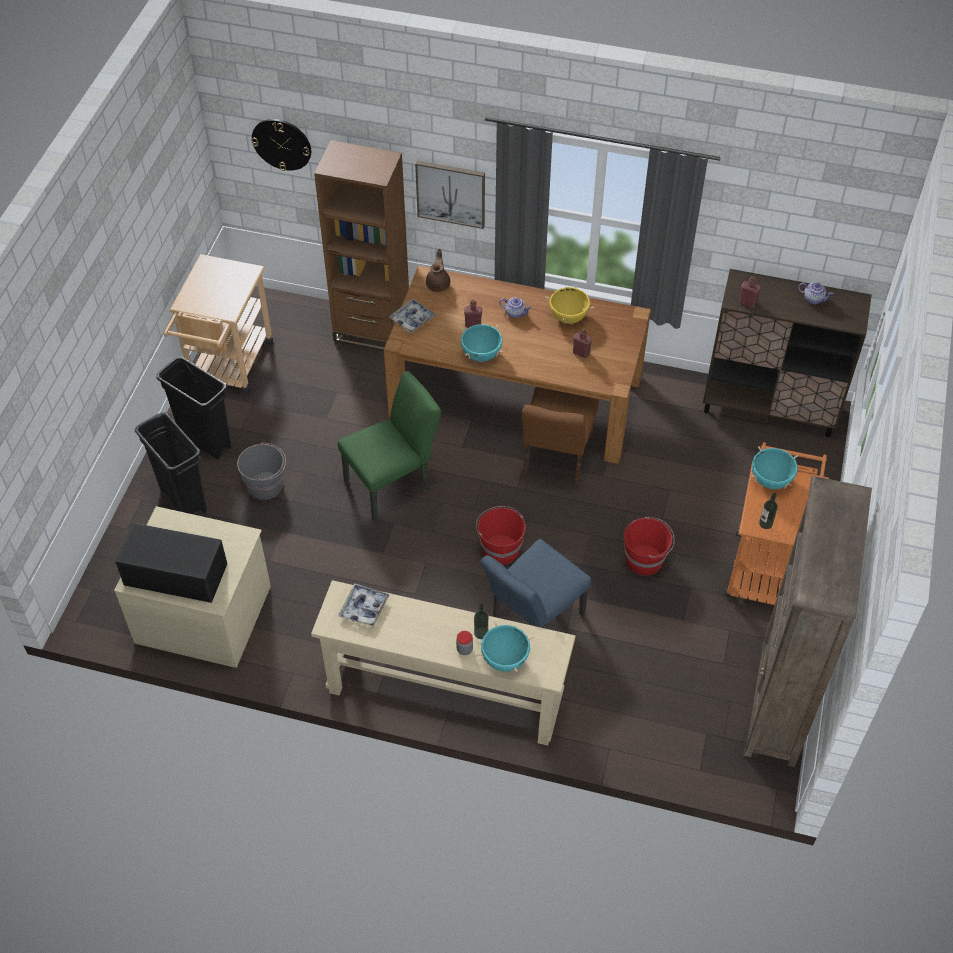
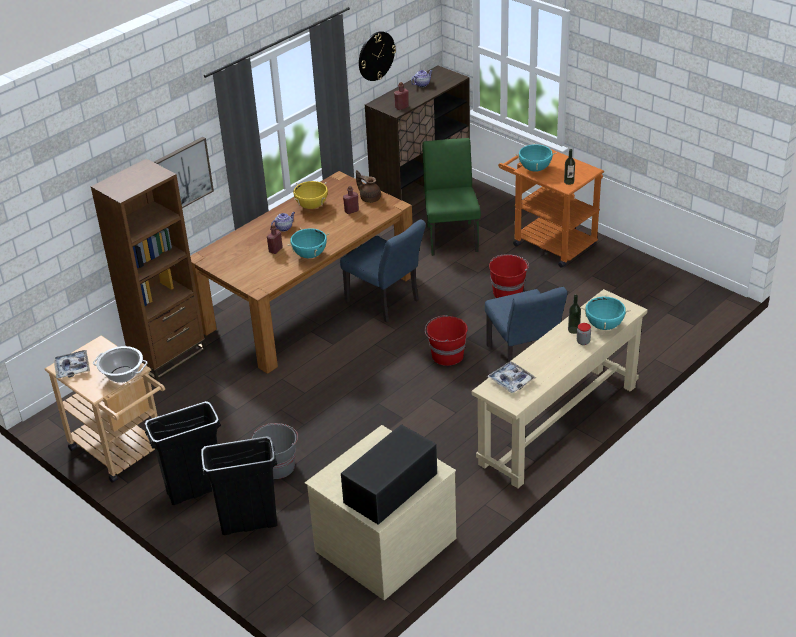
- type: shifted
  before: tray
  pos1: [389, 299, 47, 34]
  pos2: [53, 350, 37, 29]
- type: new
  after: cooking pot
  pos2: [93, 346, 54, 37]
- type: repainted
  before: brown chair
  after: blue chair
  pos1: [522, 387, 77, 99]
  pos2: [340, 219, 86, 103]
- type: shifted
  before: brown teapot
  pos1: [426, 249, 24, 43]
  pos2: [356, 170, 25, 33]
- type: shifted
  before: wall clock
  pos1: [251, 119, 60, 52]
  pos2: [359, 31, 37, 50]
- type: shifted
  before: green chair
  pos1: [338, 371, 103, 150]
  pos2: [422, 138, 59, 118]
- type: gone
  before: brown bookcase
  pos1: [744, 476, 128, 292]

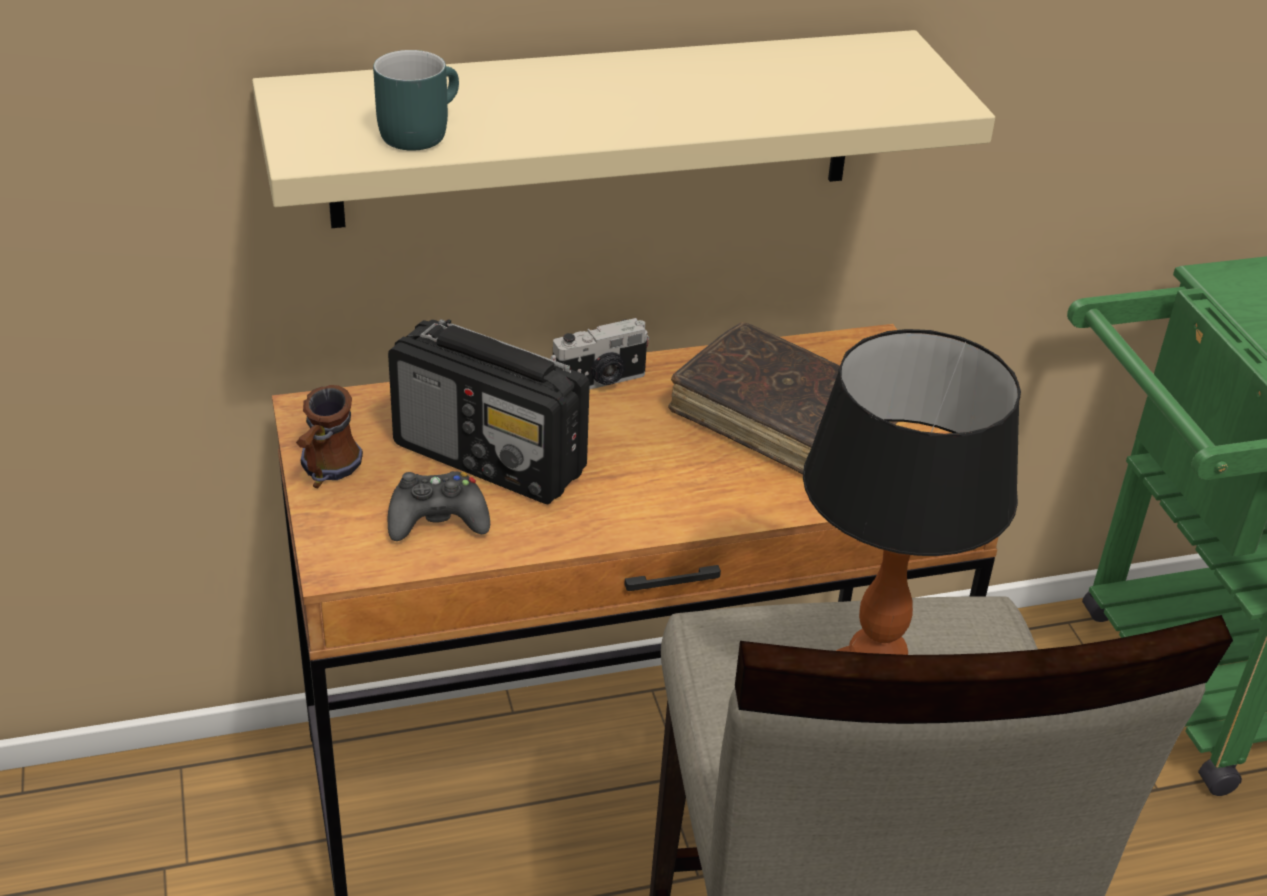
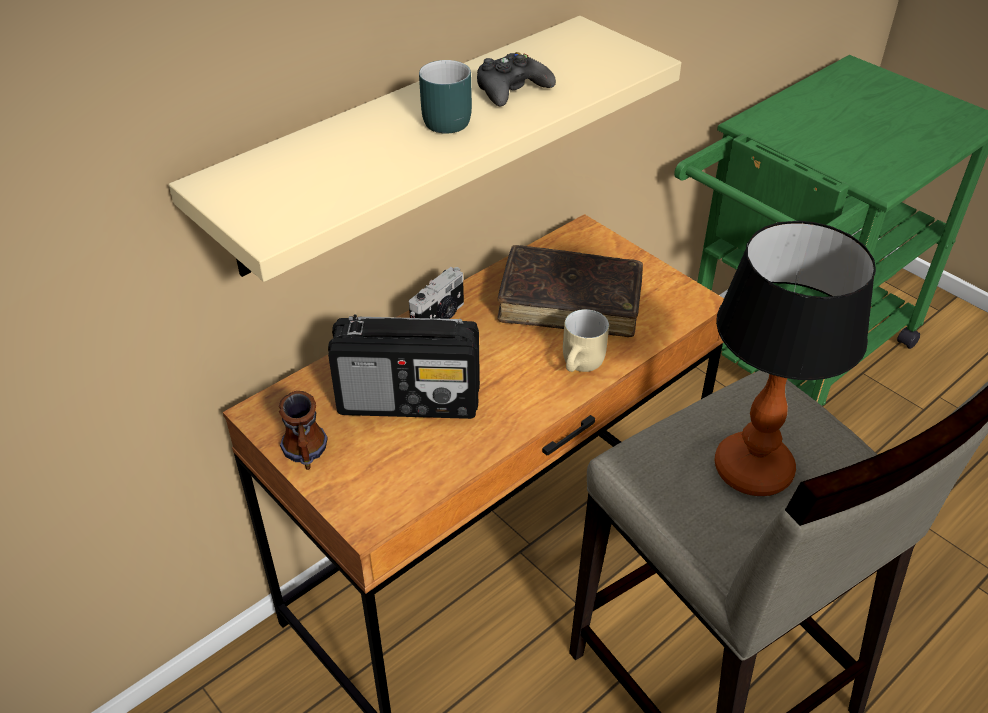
- type: shifted
  before: turquoise mug
  pos1: [373, 50, 86, 101]
  pos2: [419, 60, 53, 74]
- type: shifted
  before: black game controller
  pos1: [388, 471, 102, 70]
  pos2: [477, 52, 79, 55]
- type: new
  after: beige mug
  pos2: [563, 309, 46, 63]

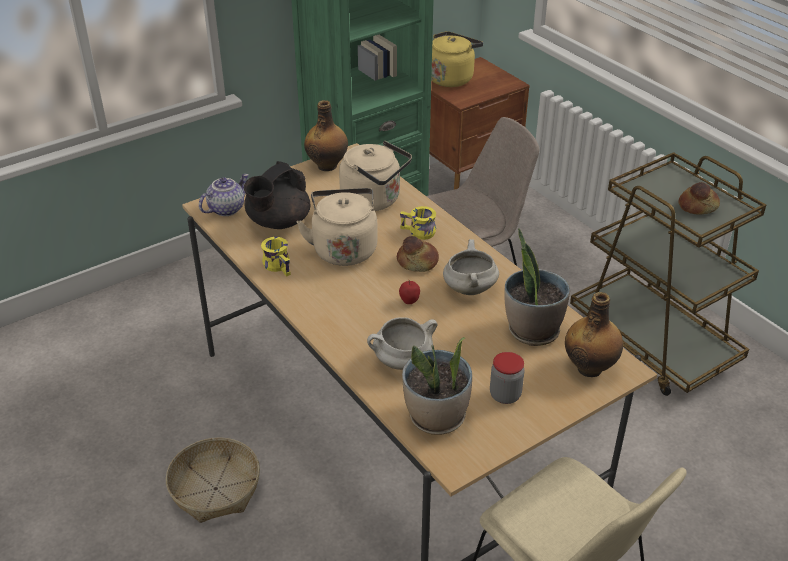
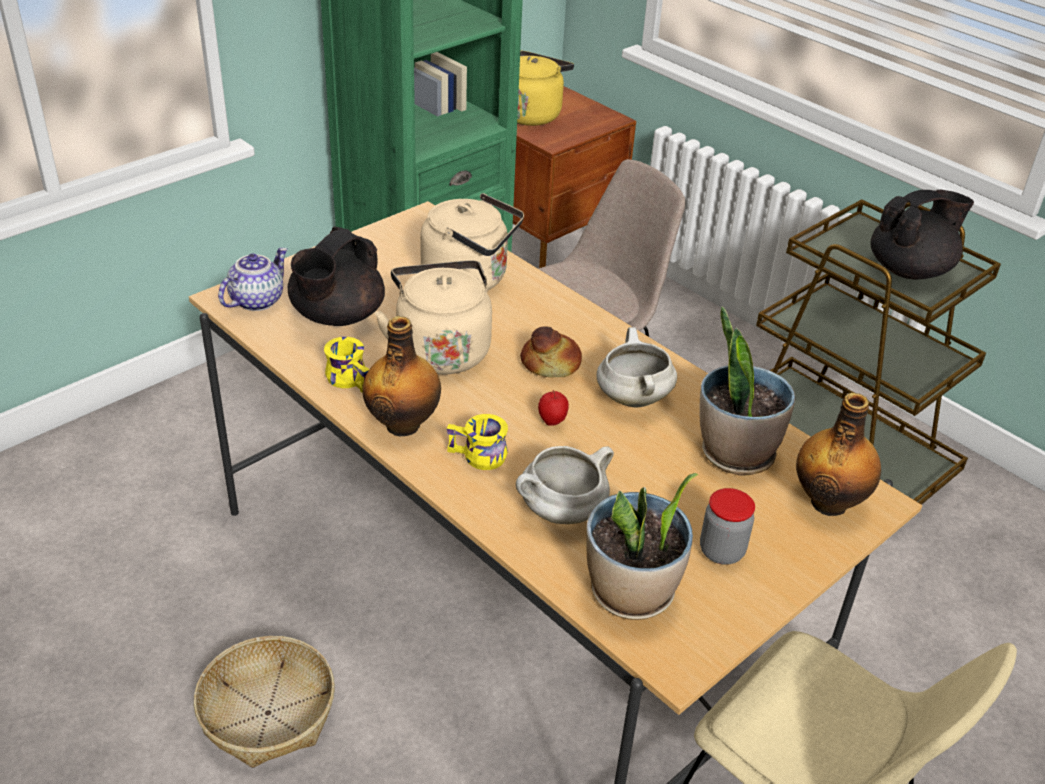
- type: shifted
  before: bottle
  pos1: [304, 100, 44, 71]
  pos2: [362, 316, 79, 120]
- type: shifted
  before: yellow mug
  pos1: [400, 206, 36, 34]
  pos2: [446, 414, 62, 56]
- type: swapped
  before: bread
  after: black teapot
  pos1: [678, 182, 42, 33]
  pos2: [871, 190, 103, 89]

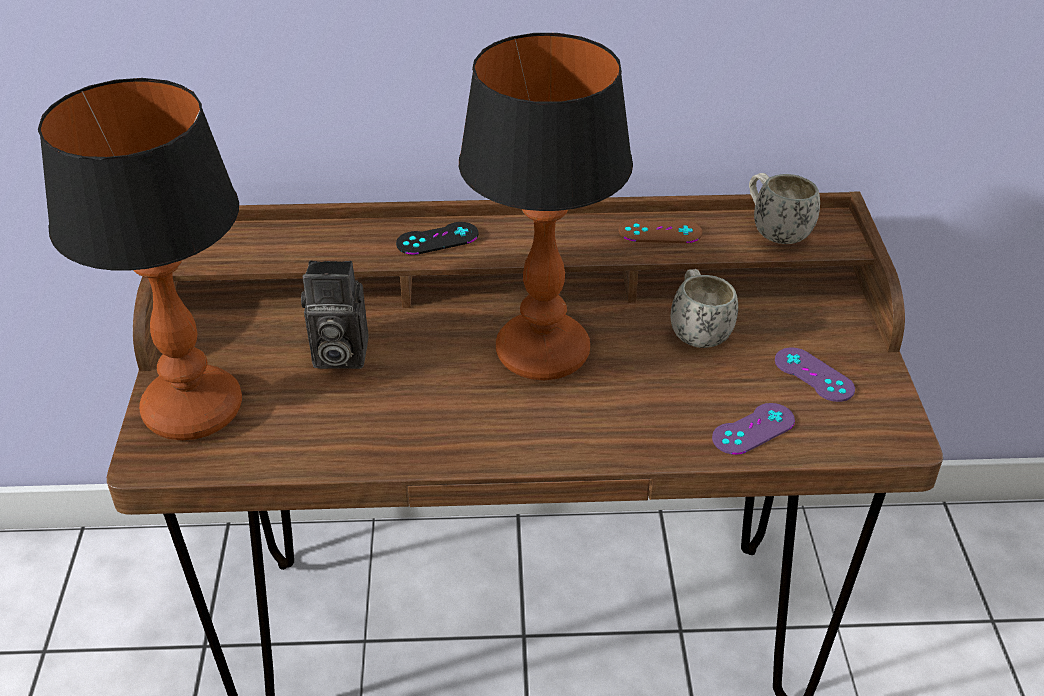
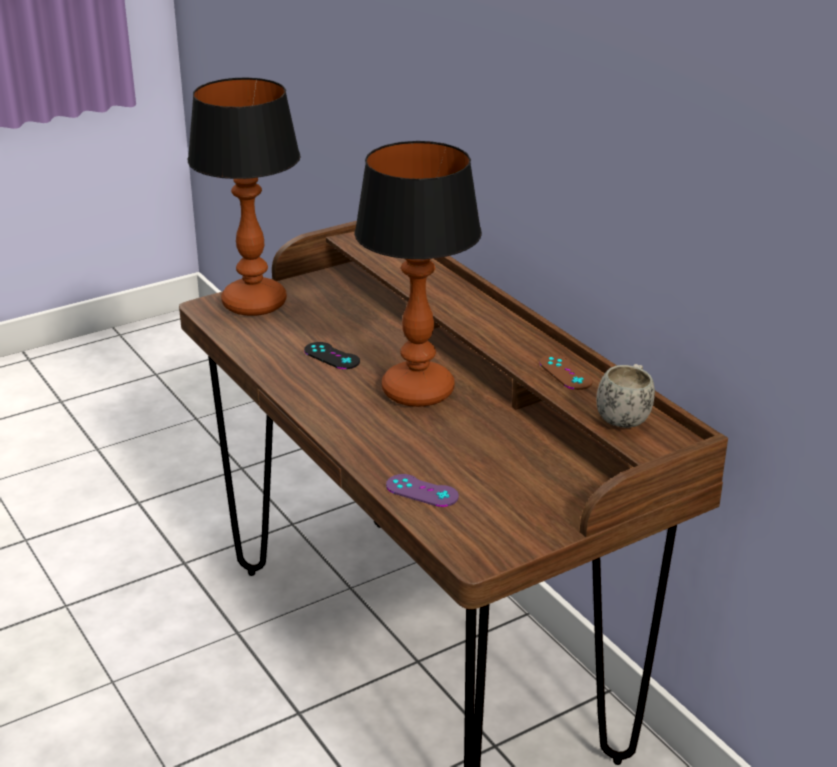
- type: shifted
  before: black game controller
  pos1: [396, 222, 82, 33]
  pos2: [304, 342, 56, 27]
- type: gone
  before: photo camera
  pos1: [301, 261, 68, 108]
- type: gone
  before: white mug
  pos1: [670, 269, 68, 79]
- type: gone
  before: purple game controller
  pos1: [775, 347, 80, 55]

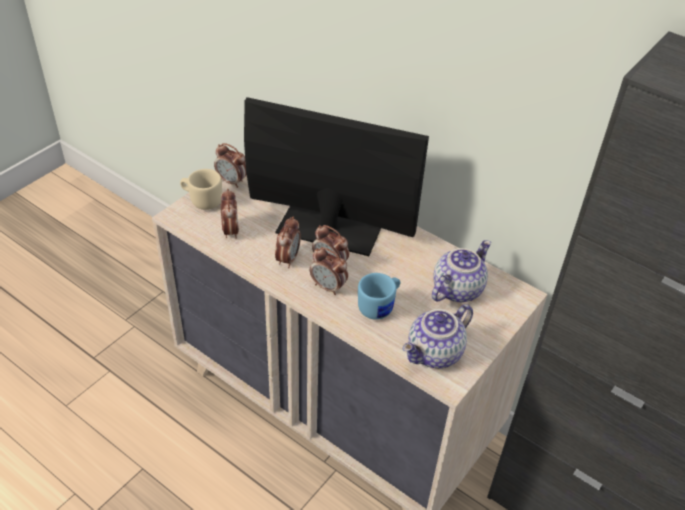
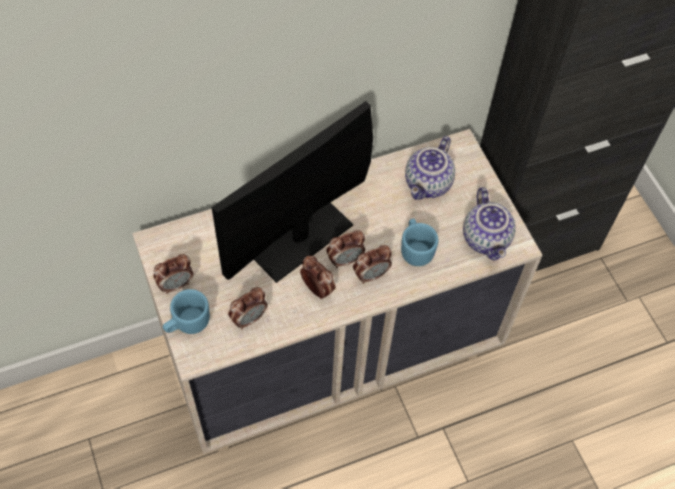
- type: repainted
  before: beige mug
  after: blue mug
  pos1: [180, 169, 42, 41]
  pos2: [163, 289, 47, 45]
- type: rotated
  before: alarm clock
  pos1: [220, 189, 19, 50]
  pos2: [228, 287, 40, 42]
  turn: 120
- type: rotated
  before: teapot
  pos1: [432, 240, 59, 62]
  pos2: [405, 136, 50, 64]
  turn: -135

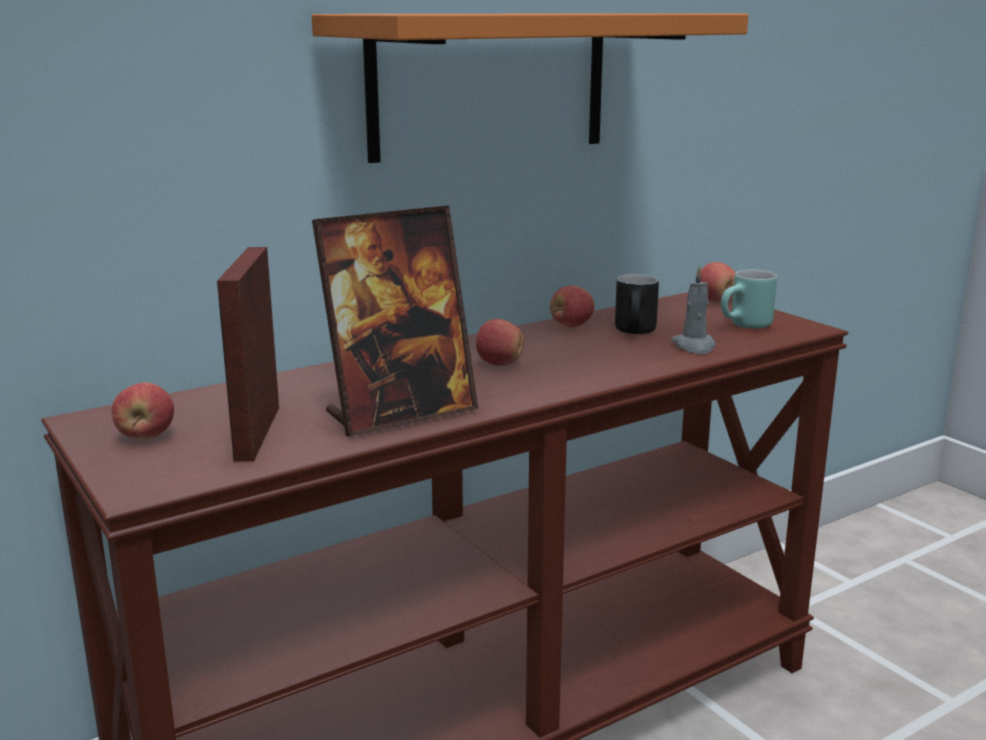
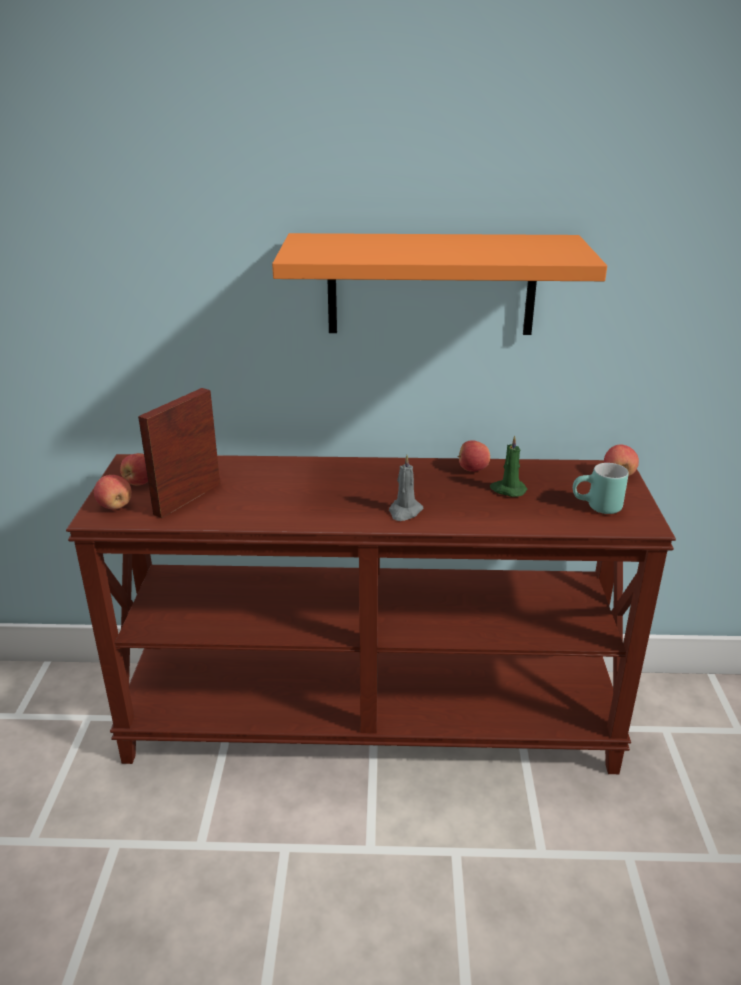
- type: shifted
  before: apple
  pos1: [476, 319, 48, 47]
  pos2: [94, 475, 38, 35]
- type: shifted
  before: grey candle
  pos1: [671, 265, 45, 89]
  pos2: [389, 455, 34, 66]
- type: swapped
  before: black mug
  after: green candle
  pos1: [615, 274, 44, 60]
  pos2: [490, 435, 37, 62]
- type: gone
  before: picture frame
  pos1: [312, 205, 166, 232]

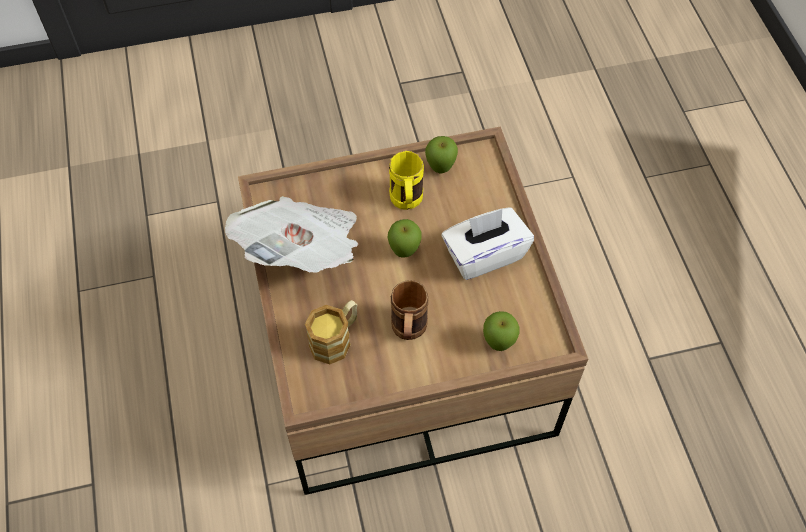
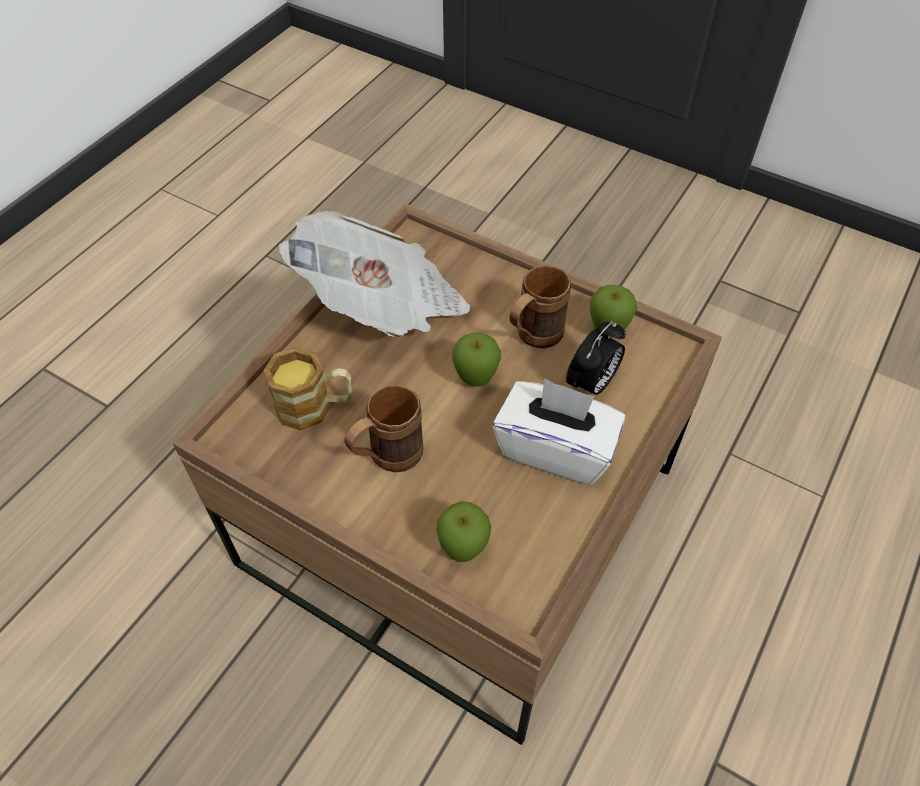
- type: repainted
  before: yellow mug
  after: brown mug
  pos1: [389, 151, 35, 59]
  pos2: [510, 265, 61, 84]
- type: new
  after: alarm clock
  pos2: [566, 322, 60, 73]

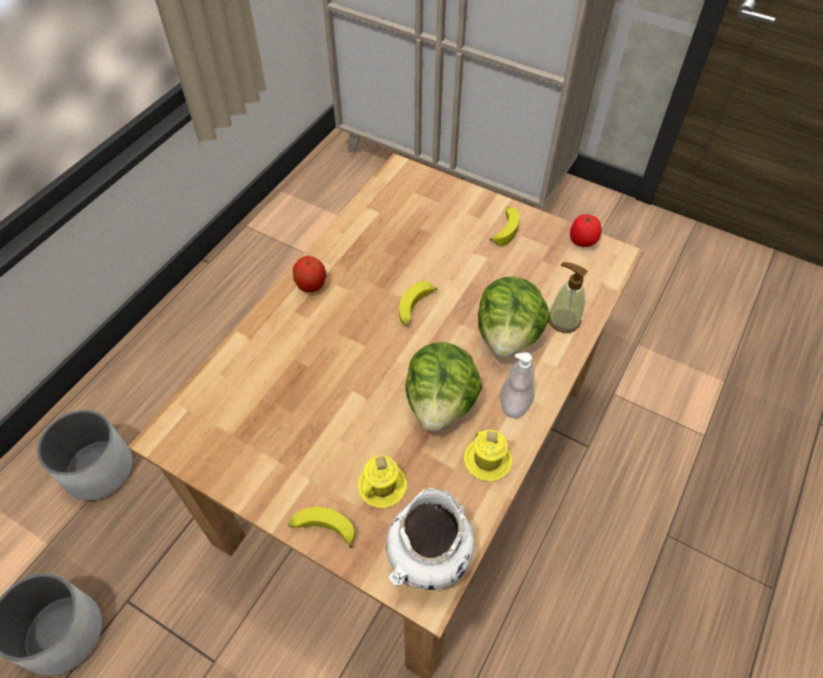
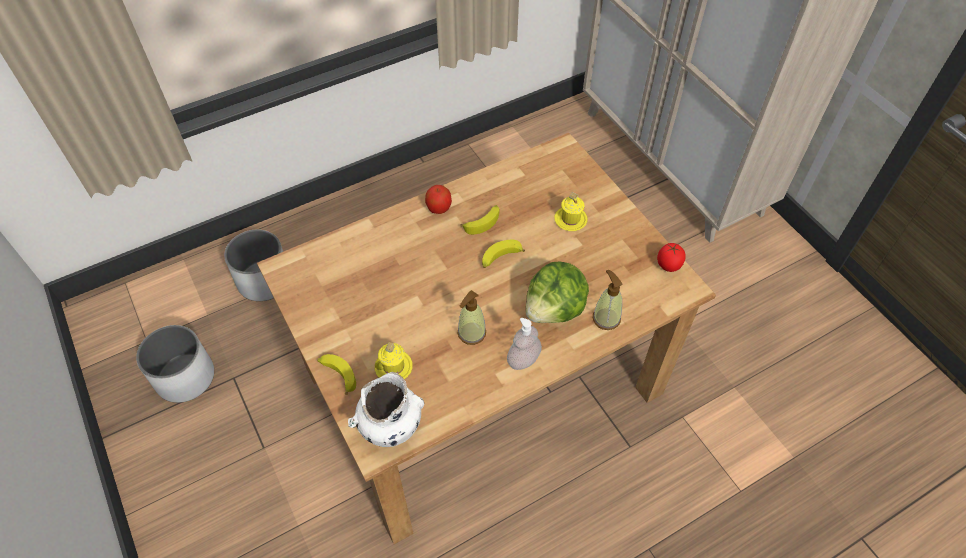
- type: swapped
  before: lettuce
  after: soap dispenser
  pos1: [406, 342, 77, 89]
  pos2: [457, 290, 29, 55]
- type: shifted
  before: banana
  pos1: [490, 206, 30, 40]
  pos2: [460, 205, 39, 30]
- type: shifted
  before: yellow mug
  pos1: [464, 430, 48, 51]
  pos2: [554, 192, 34, 39]

